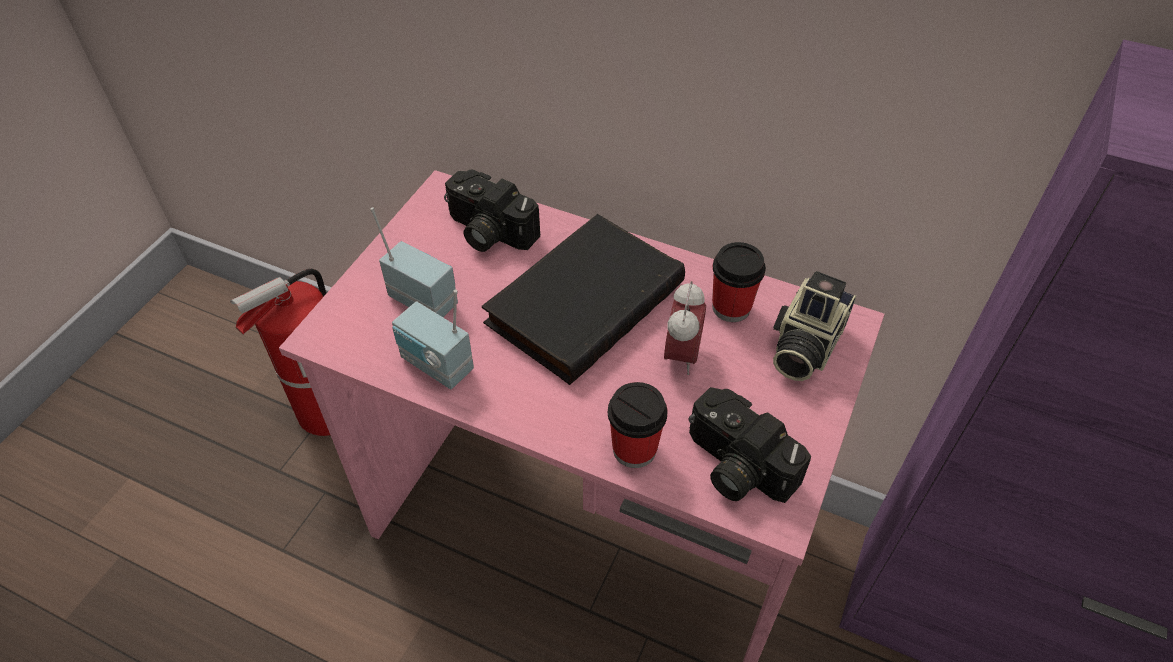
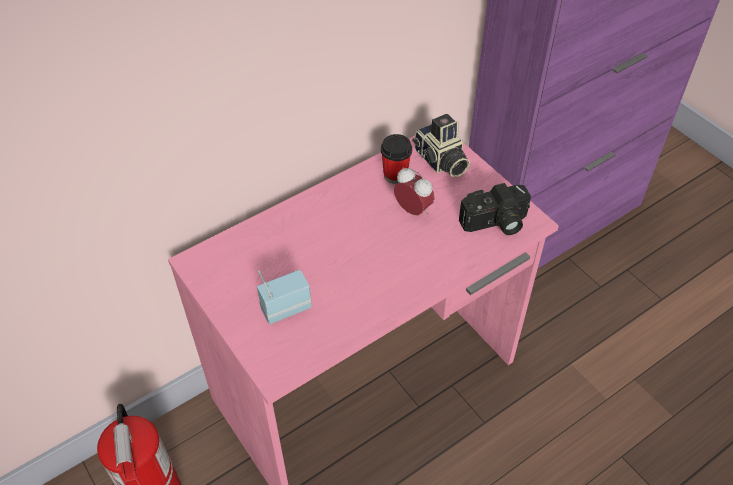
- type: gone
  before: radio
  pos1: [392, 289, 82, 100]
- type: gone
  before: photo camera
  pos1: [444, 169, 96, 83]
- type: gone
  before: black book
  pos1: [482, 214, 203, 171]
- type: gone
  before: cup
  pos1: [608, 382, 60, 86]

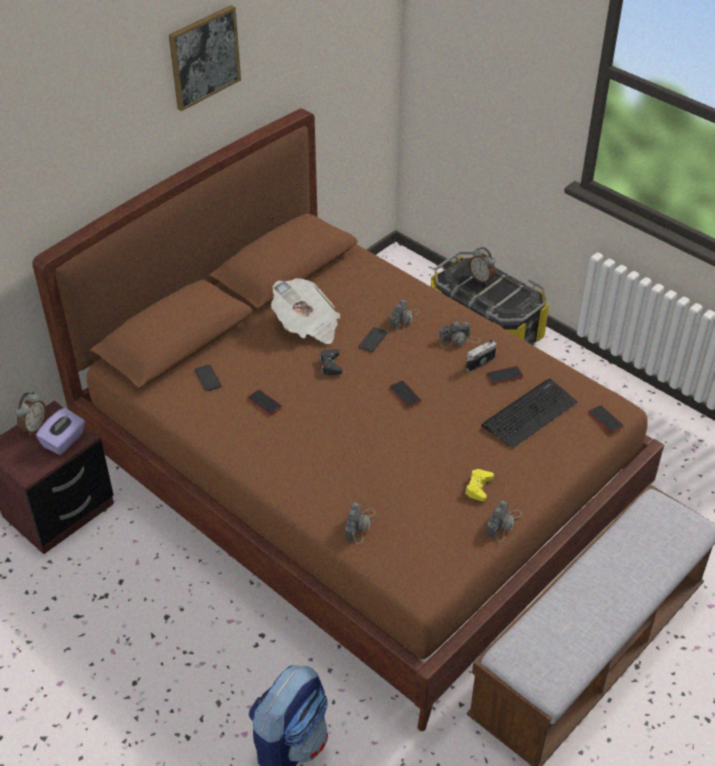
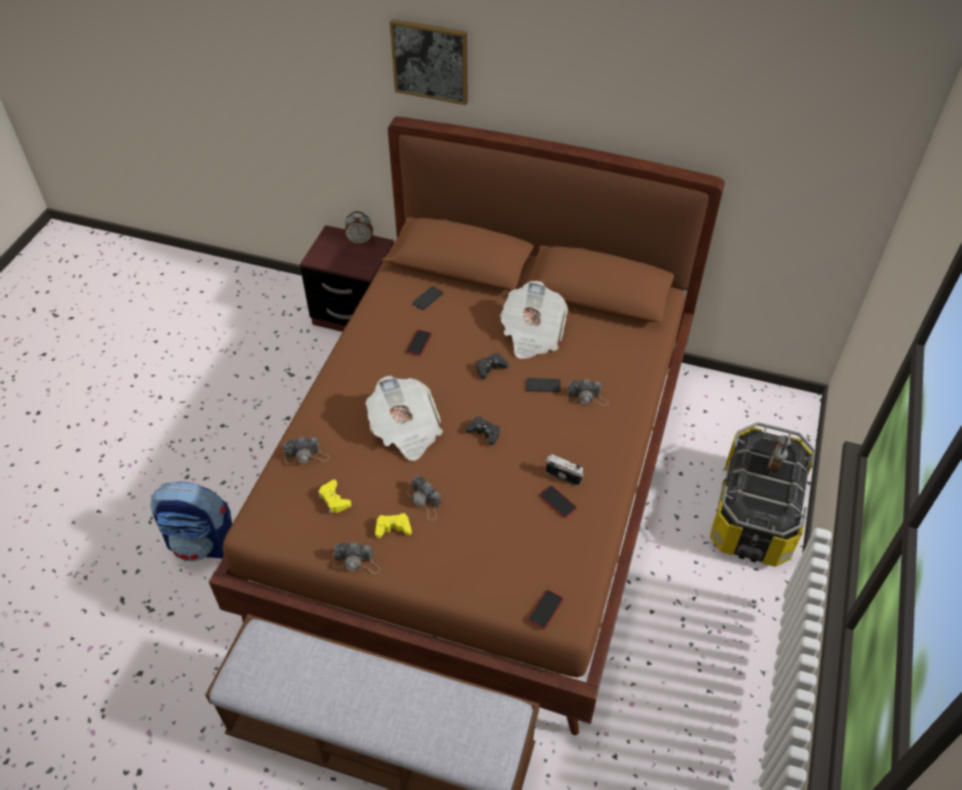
- type: new
  after: yellow game controller
  pos2: [318, 480, 33, 34]
- type: new
  after: newspaper
  pos2: [366, 376, 77, 85]
- type: shifted
  before: picture
  pos1: [169, 5, 72, 106]
  pos2: [390, 19, 78, 86]
- type: shifted
  before: photo camera
  pos1: [439, 322, 42, 26]
  pos2: [407, 476, 34, 44]
- type: swapped
  before: phone
  after: black game controller
  pos1: [390, 380, 32, 27]
  pos2: [466, 416, 34, 29]
- type: gone
  before: purple tissue box
  pos1: [36, 407, 49, 48]
- type: gone
  before: keyboard
  pos1: [481, 379, 97, 70]

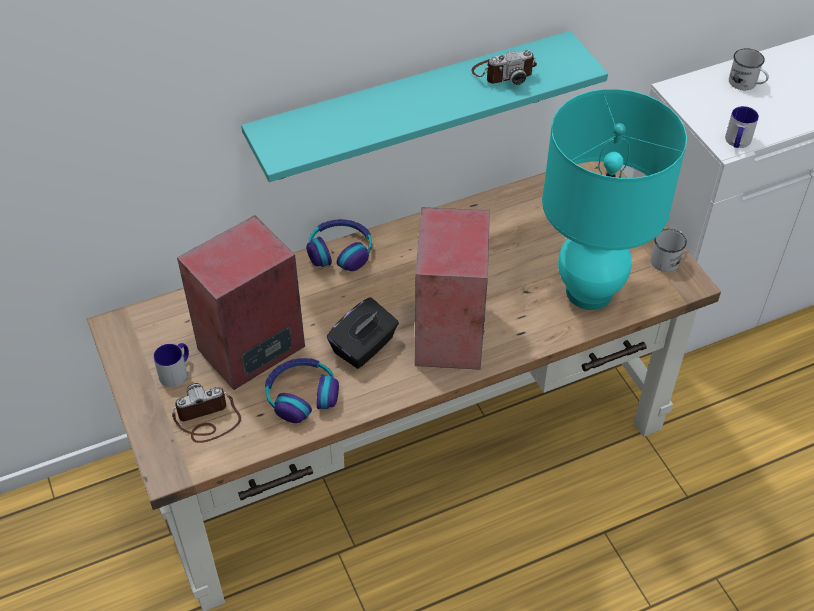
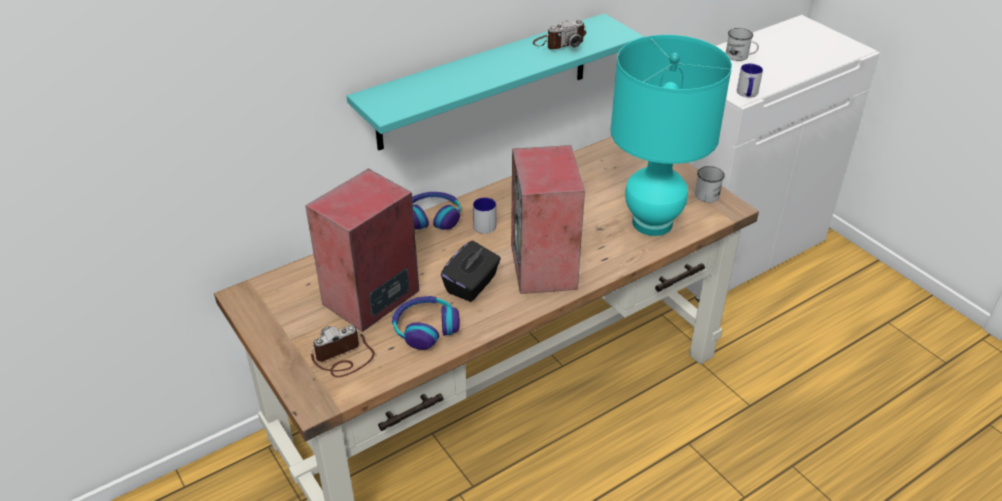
- type: shifted
  before: mug
  pos1: [153, 343, 36, 44]
  pos2: [473, 198, 23, 36]

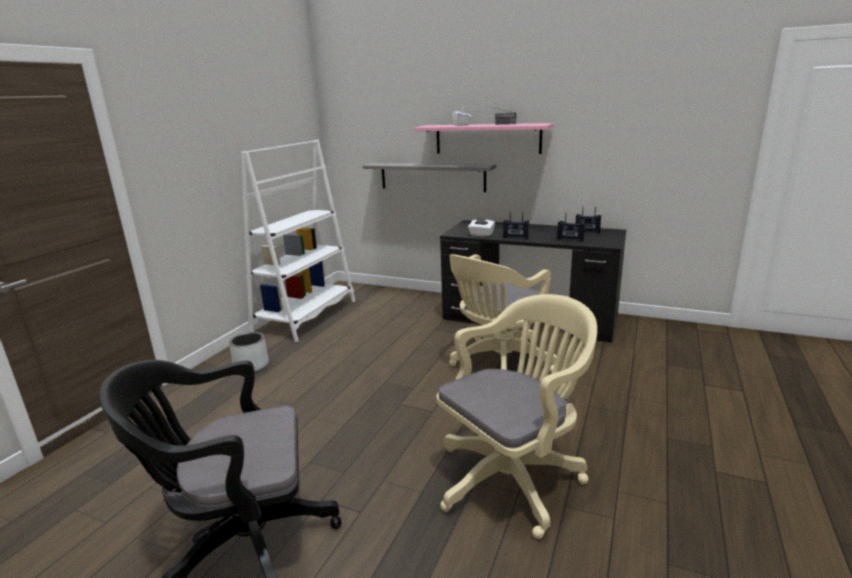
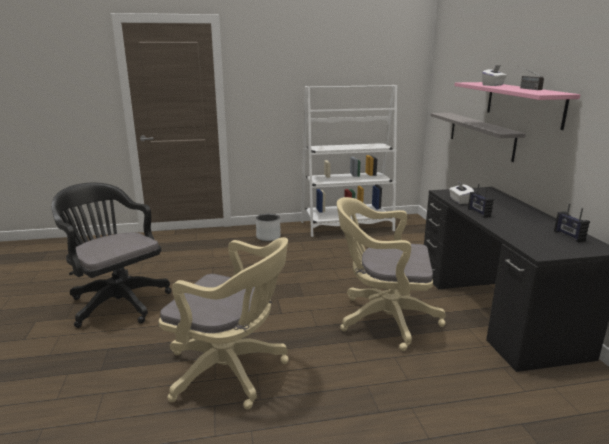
- type: gone
  before: radio
  pos1: [557, 213, 28, 28]

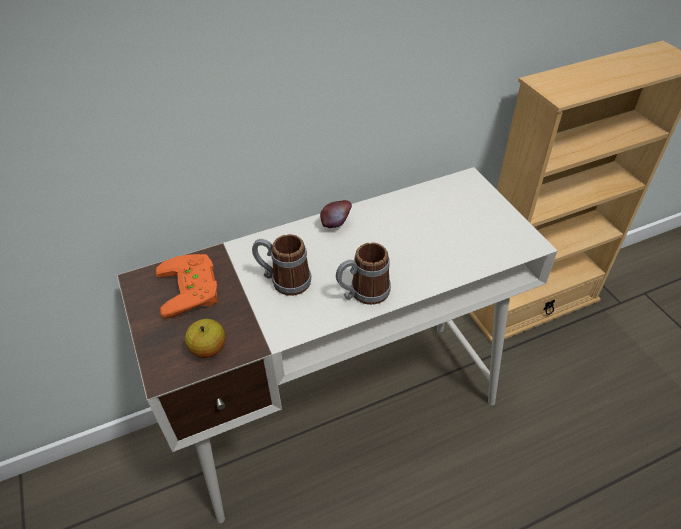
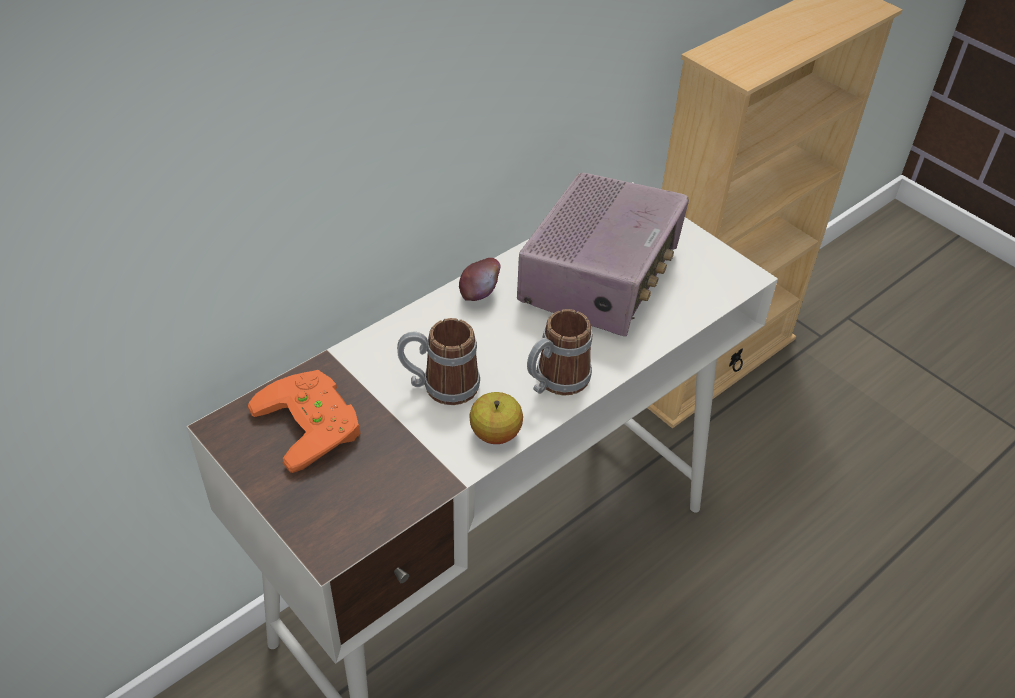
- type: shifted
  before: apple
  pos1: [185, 319, 41, 39]
  pos2: [469, 392, 54, 52]
- type: new
  after: radio
  pos2: [517, 173, 172, 163]

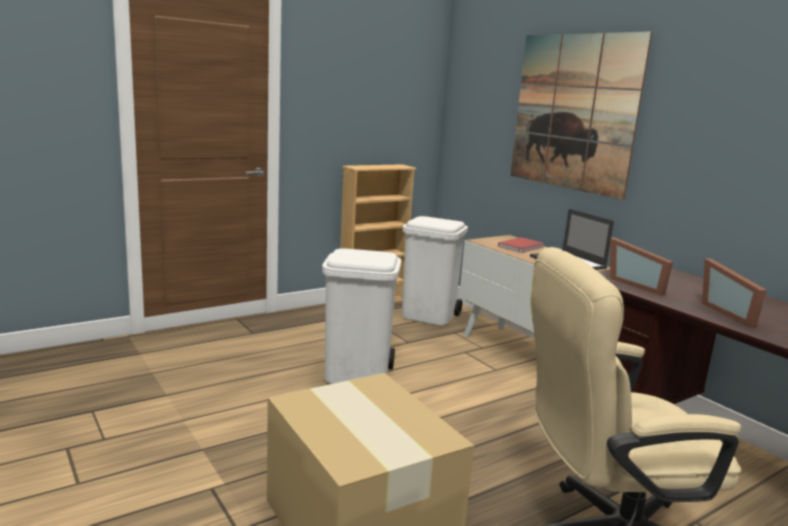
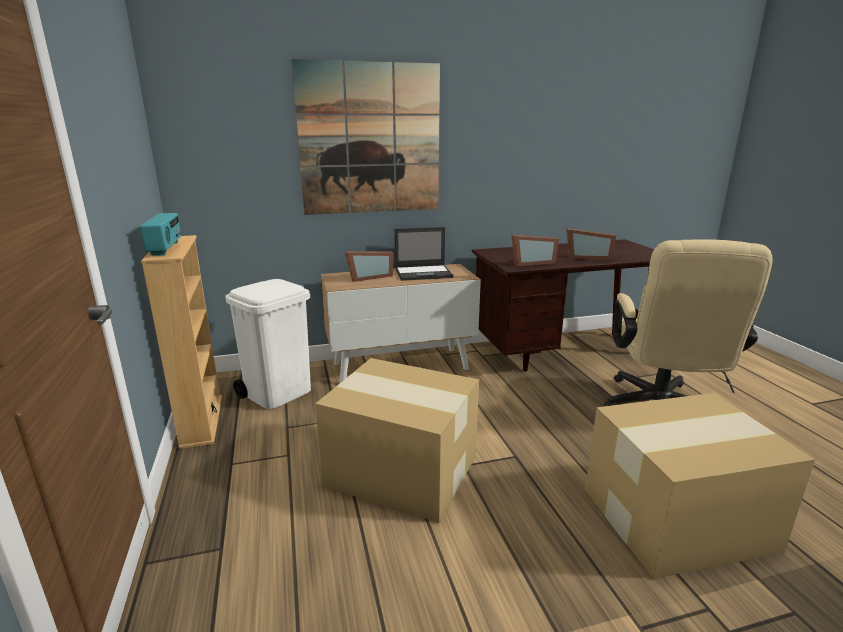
- type: new
  after: radio
  pos2: [139, 213, 42, 43]
- type: swapped
  before: white trash can
  after: cardboard box
  pos1: [322, 248, 80, 136]
  pos2: [315, 358, 164, 165]
- type: swapped
  before: red book
  after: picture frame
  pos1: [498, 237, 46, 16]
  pos2: [345, 251, 48, 31]

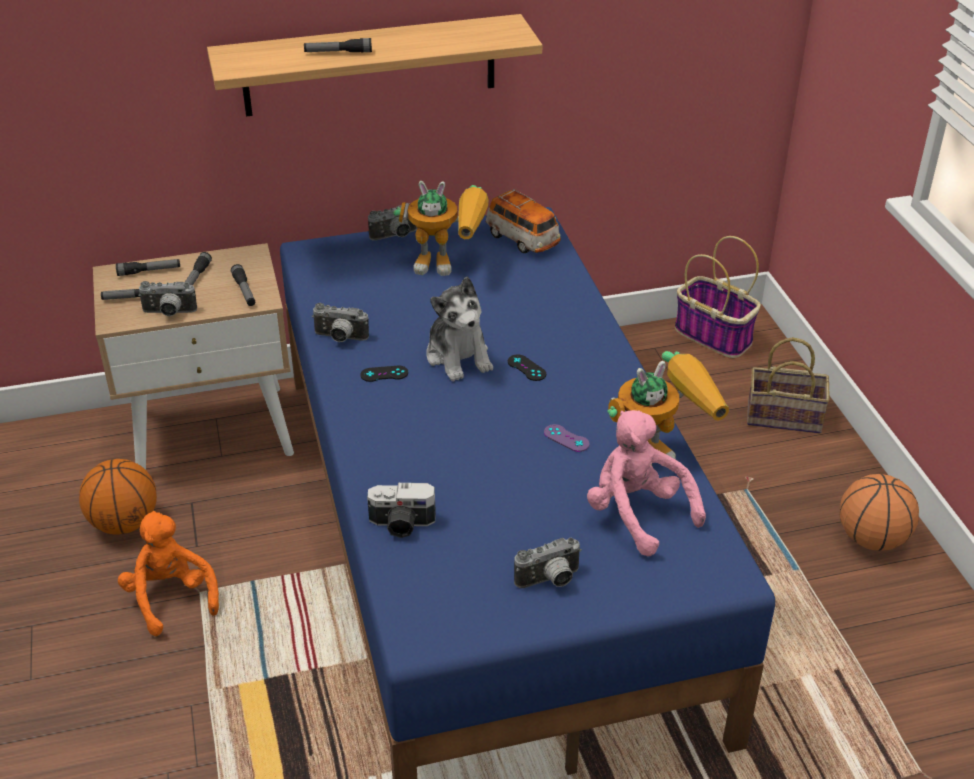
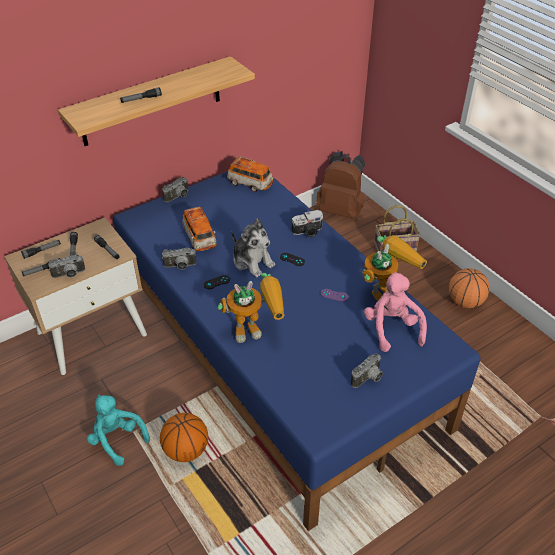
- type: repainted
  before: orange plush toy
  after: turquoise plush toy
  pos1: [118, 511, 101, 125]
  pos2: [87, 395, 63, 71]
- type: shifted
  before: basketball
  pos1: [79, 459, 78, 76]
  pos2: [160, 413, 48, 49]
- type: new
  after: toy car
  pos2: [182, 207, 35, 44]
- type: shifted
  before: toy robot
  pos1: [393, 181, 96, 95]
  pos2: [218, 273, 66, 70]
- type: shifted
  before: photo camera
  pos1: [367, 483, 69, 55]
  pos2: [291, 210, 32, 27]
- type: swapped
  before: basket
  after: brown backpack
  pos1: [675, 236, 86, 122]
  pos2: [316, 151, 49, 68]
- type: rotated
  before: pink plush toy
  pos1: [587, 410, 119, 146]
  pos2: [364, 272, 63, 80]
  turn: 45

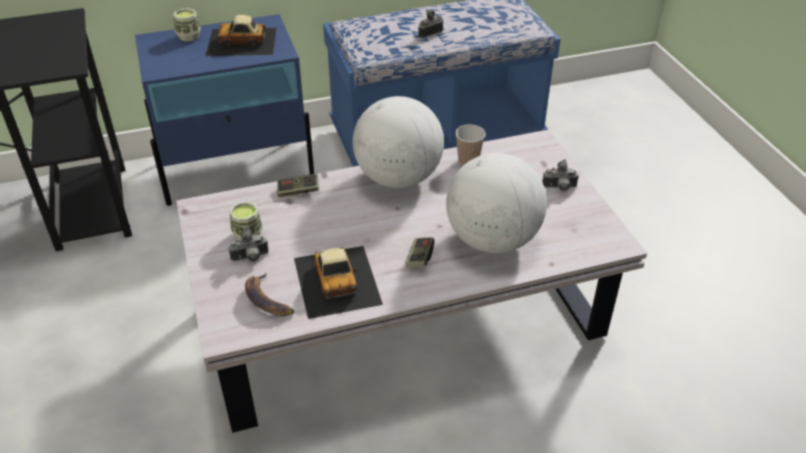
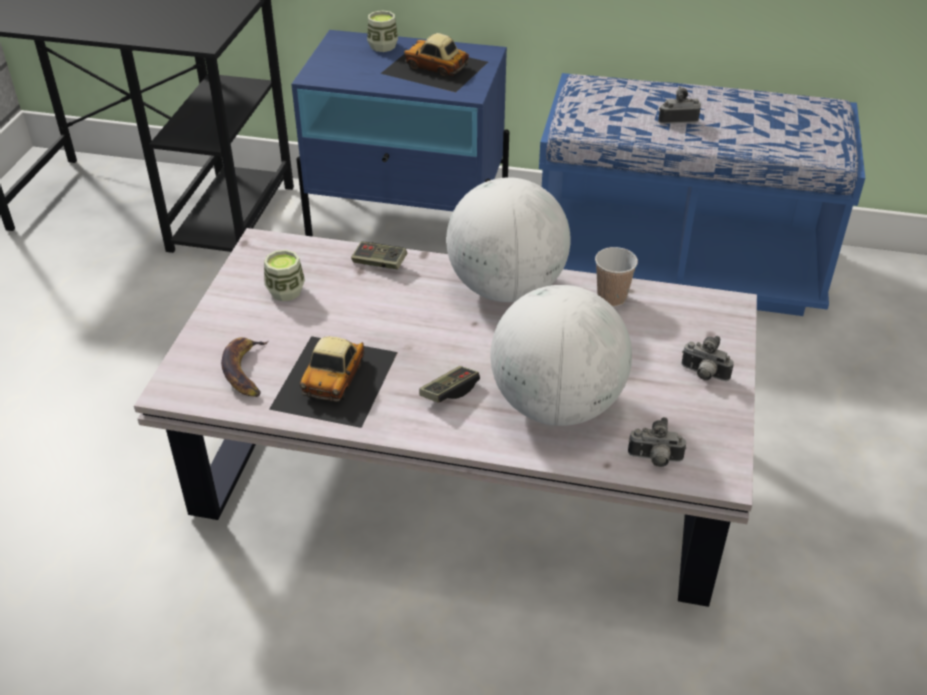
- type: shifted
  before: photo camera
  pos1: [228, 227, 41, 34]
  pos2: [628, 417, 58, 50]

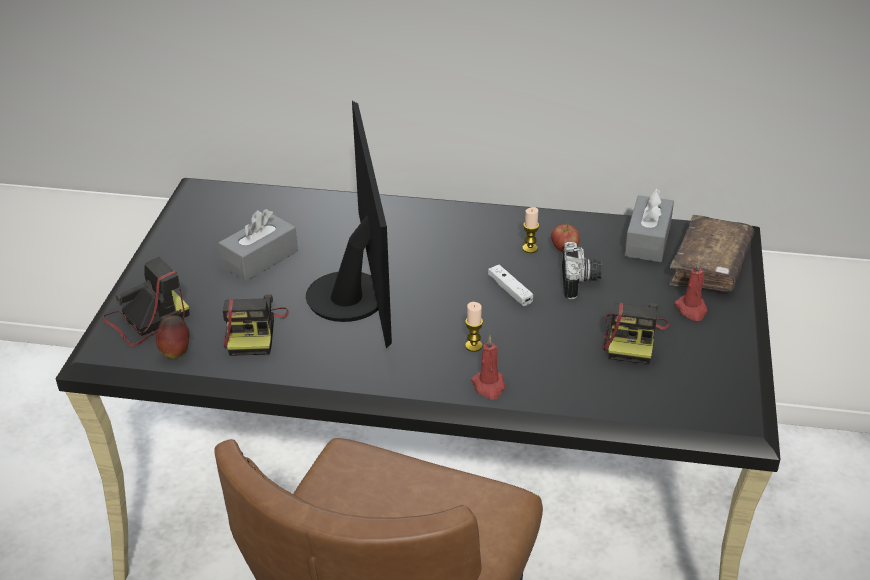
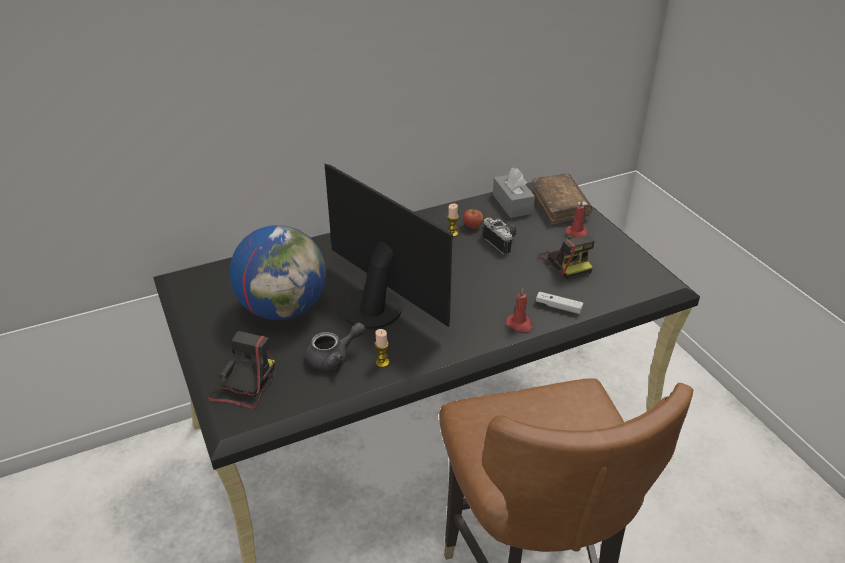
- type: swapped
  before: grey tissue box
  after: globe
  pos1: [218, 209, 80, 73]
  pos2: [229, 225, 97, 95]
- type: swapped
  before: photo camera
  after: grey teapot
  pos1: [223, 294, 66, 62]
  pos2: [306, 323, 59, 48]
- type: shifted
  before: candle
  pos1: [465, 302, 18, 50]
  pos2: [375, 329, 14, 39]
- type: shifted
  before: white game controller
  pos1: [488, 265, 45, 41]
  pos2: [536, 291, 47, 23]
- type: gone
  before: apple
  pos1: [156, 315, 34, 44]

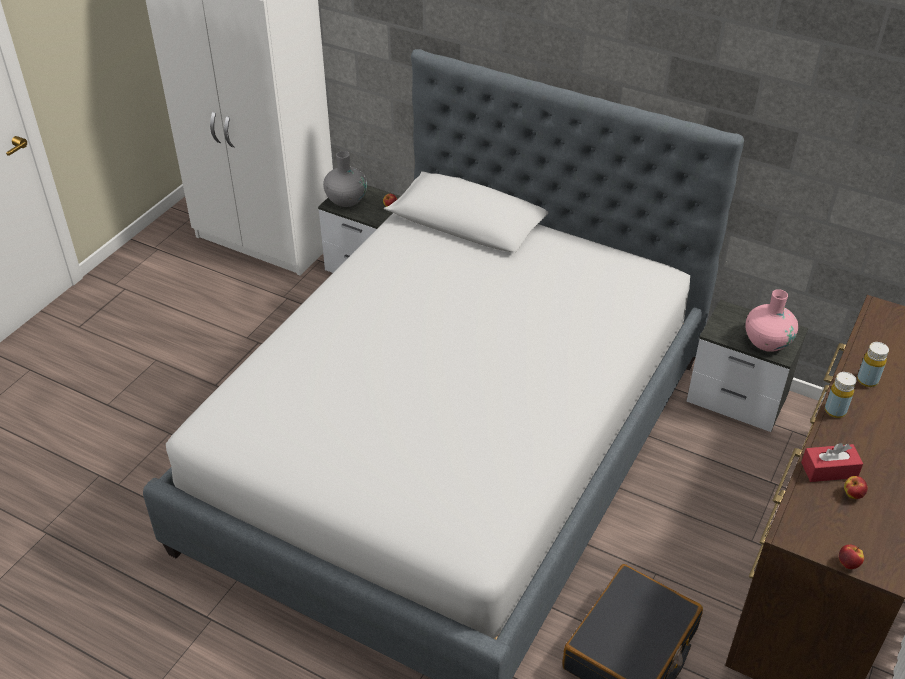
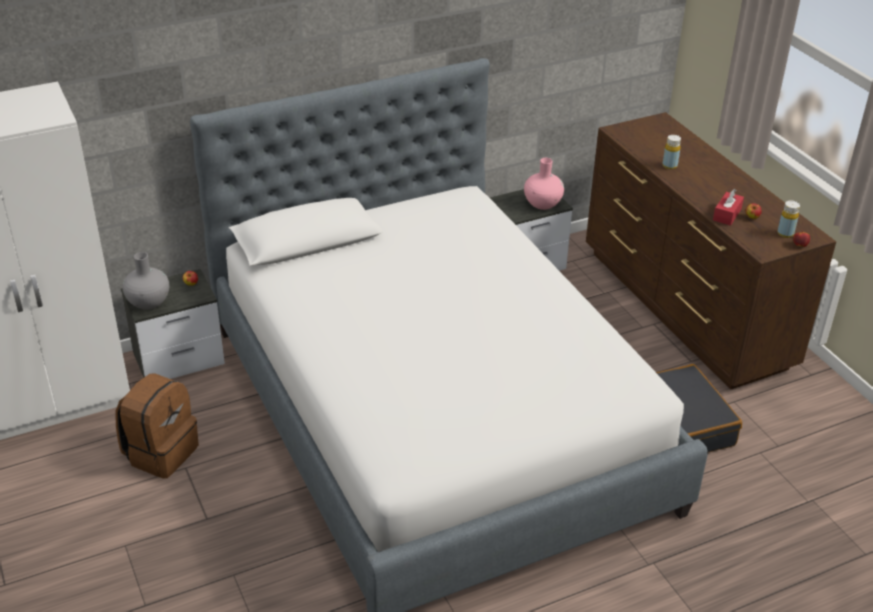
- type: new
  after: brown backpack
  pos2: [116, 373, 83, 106]
- type: shifted
  before: yellow bottle
  pos1: [825, 372, 31, 46]
  pos2: [777, 201, 23, 37]

